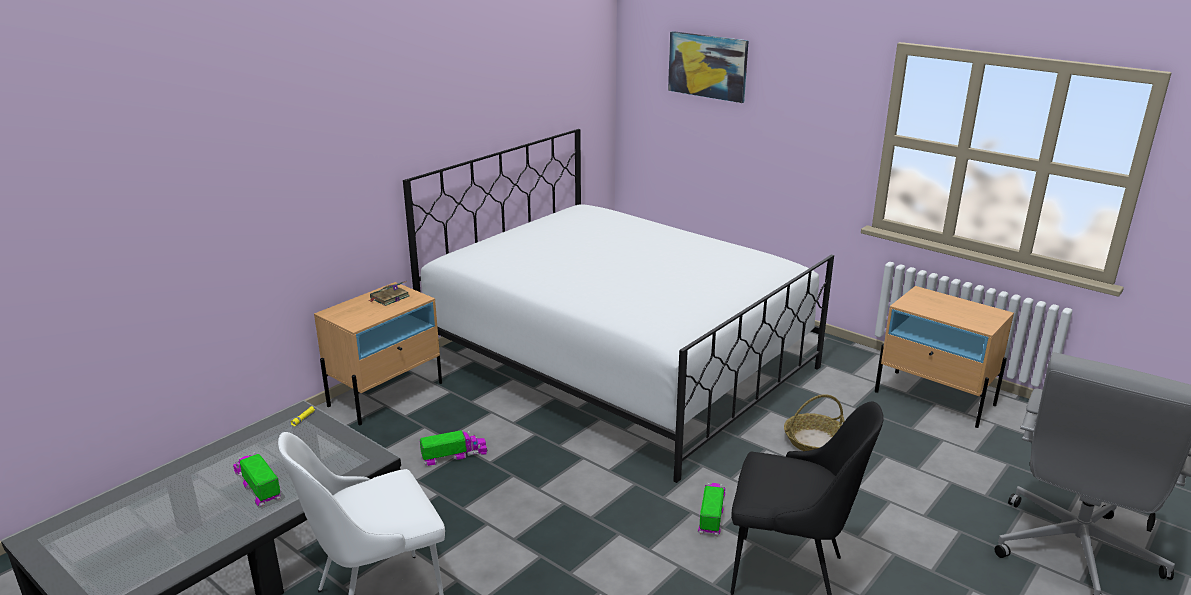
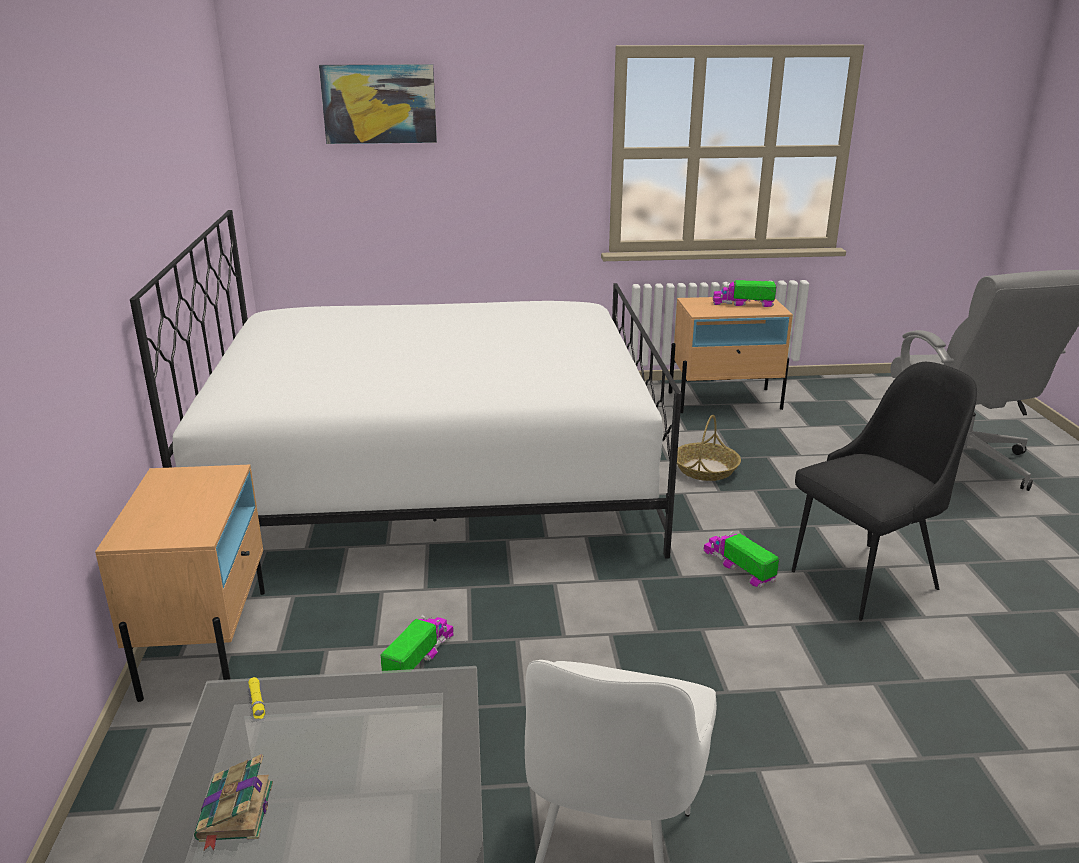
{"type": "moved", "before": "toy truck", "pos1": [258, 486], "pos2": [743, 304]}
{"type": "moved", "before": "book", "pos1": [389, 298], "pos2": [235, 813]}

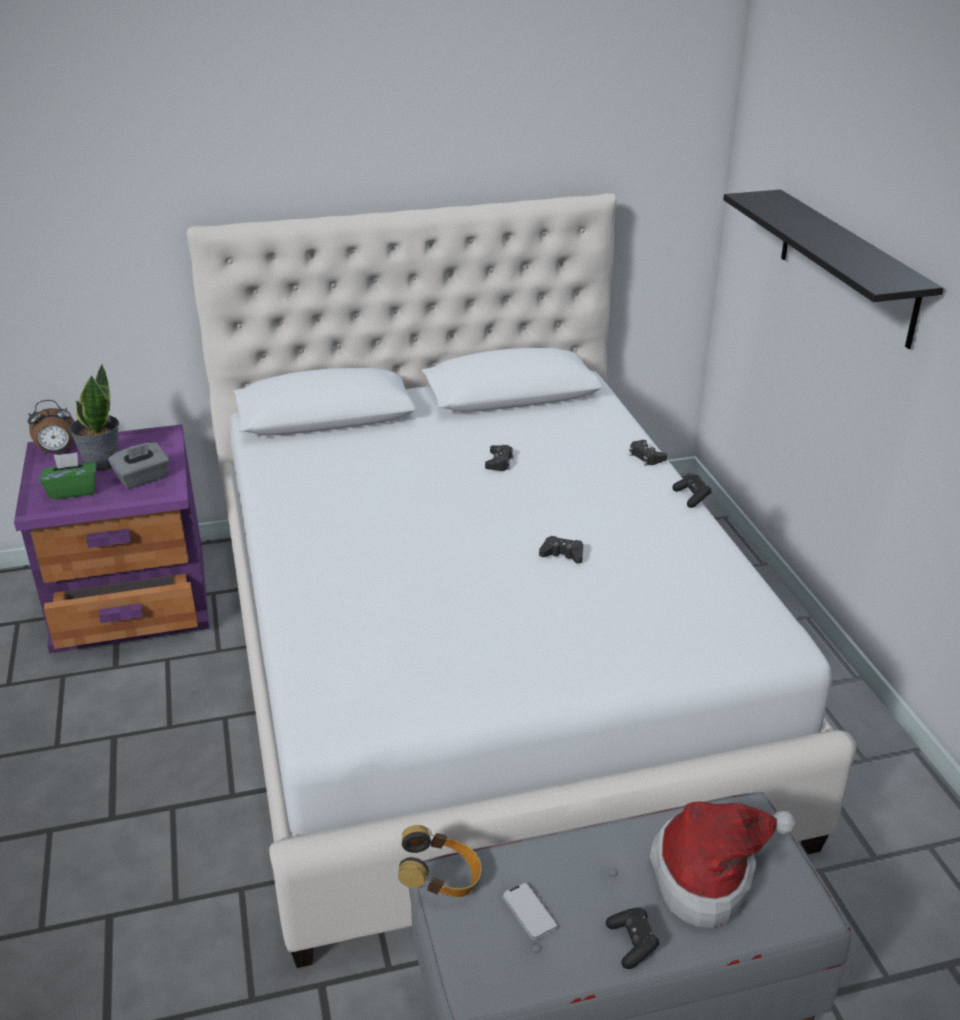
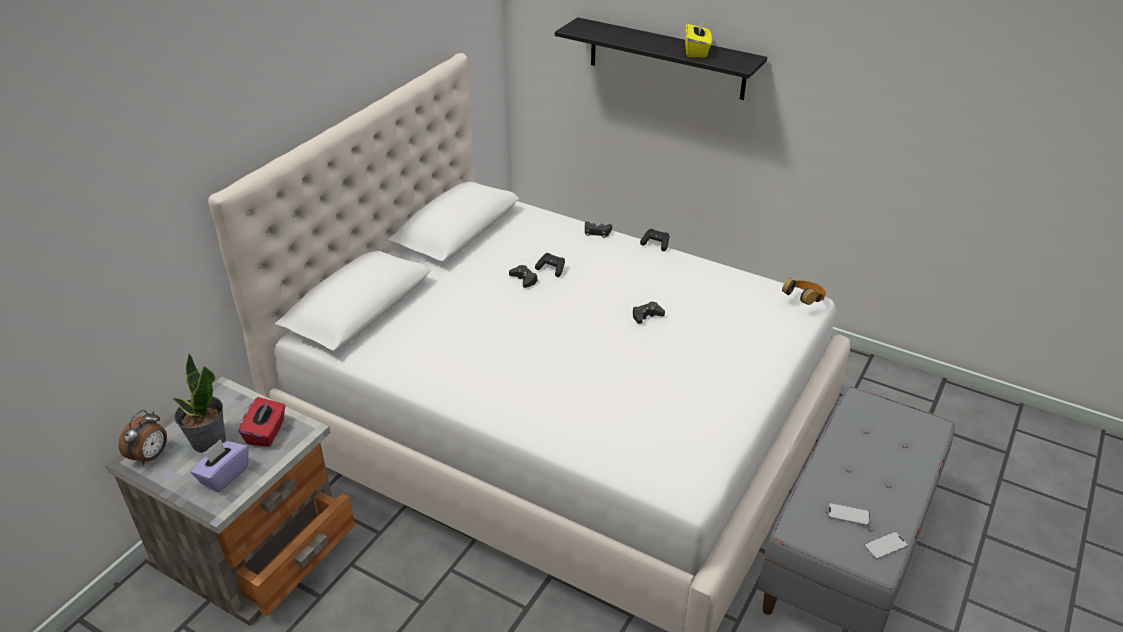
{"type": "recoloured", "before": "purple nightstand", "after": "grey nightstand", "pos1": [133, 601], "pos2": [258, 545]}
{"type": "recoloured", "before": "green tissue box", "after": "purple tissue box", "pos1": [73, 491], "pos2": [224, 475]}
{"type": "recoloured", "before": "grey tissue box", "after": "red tissue box", "pos1": [142, 479], "pos2": [266, 433]}
{"type": "moved", "before": "headphones", "pos1": [441, 880], "pos2": [804, 302]}
{"type": "moved", "before": "black game controller", "pos1": [632, 943], "pos2": [551, 269]}
{"type": "removed", "before": "hat", "pos1": [709, 876]}
{"type": "added", "after": "yellow tissue box", "pos2": [696, 51]}
{"type": "added", "after": "phone", "pos2": [885, 546]}

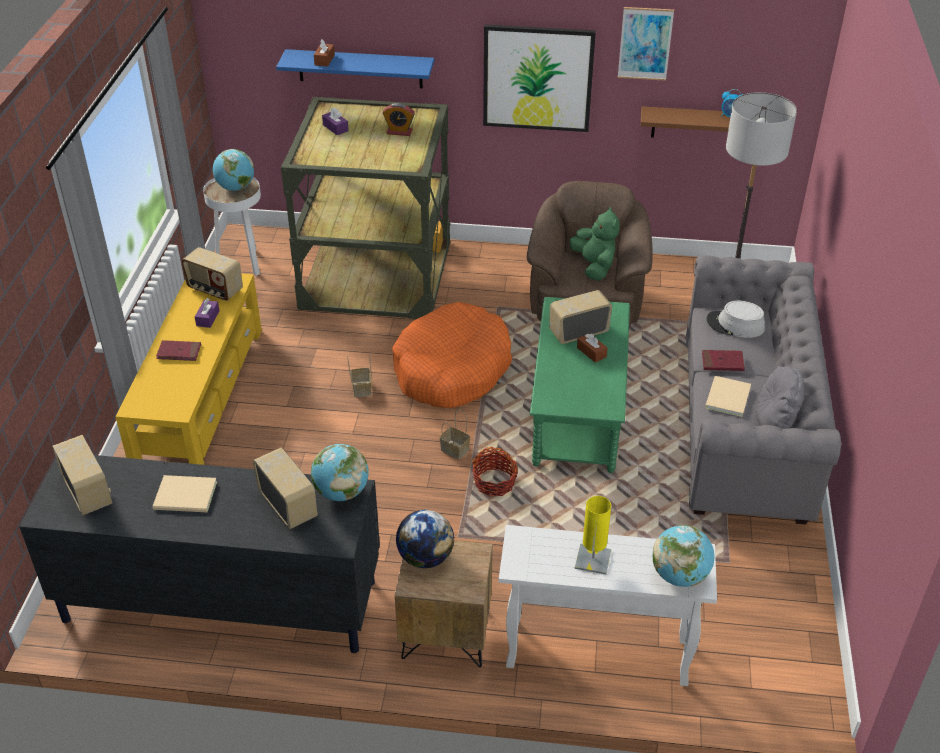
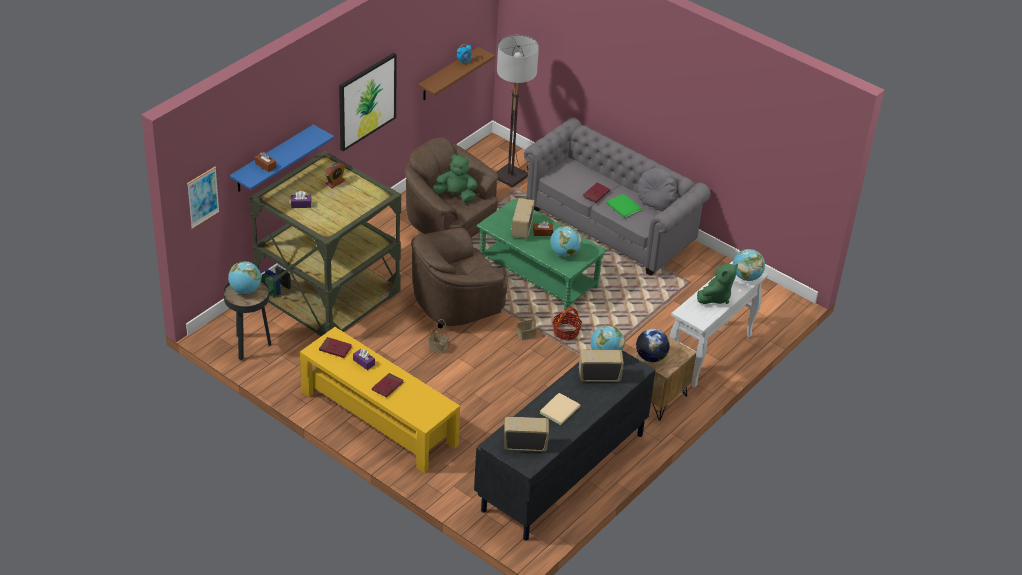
{"type": "replaced", "before": "radio", "after": "red book", "pos1": [214, 290], "pos2": [335, 349]}
{"type": "recoloured", "before": "white side table", "after": "black side table", "pos1": [243, 264], "pos2": [250, 346]}
{"type": "replaced", "before": "orange dog bed", "after": "brown armchair", "pos1": [452, 370], "pos2": [456, 304]}
{"type": "replaced", "before": "yellow table lamp", "after": "green plush toy", "pos1": [593, 559], "pos2": [715, 297]}
{"type": "moved", "before": "picture", "pos1": [645, 43], "pos2": [203, 197]}
{"type": "recoloured", "before": "beige book", "after": "green book", "pos1": [726, 398], "pos2": [623, 207]}
{"type": "removed", "before": "grey hat", "pos1": [735, 325]}
{"type": "added", "after": "globe", "pos2": [564, 253]}

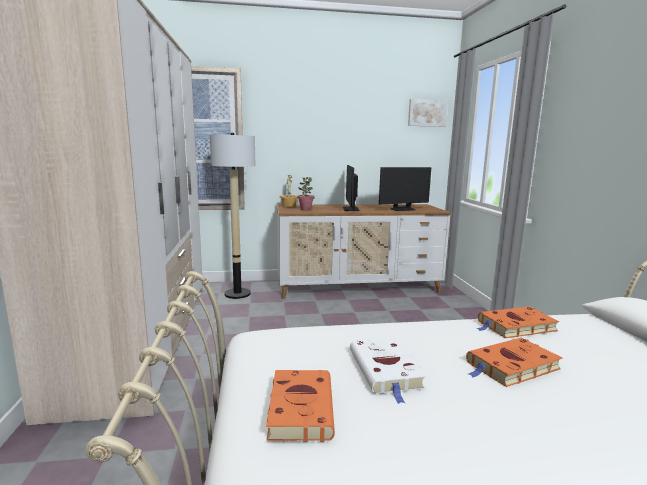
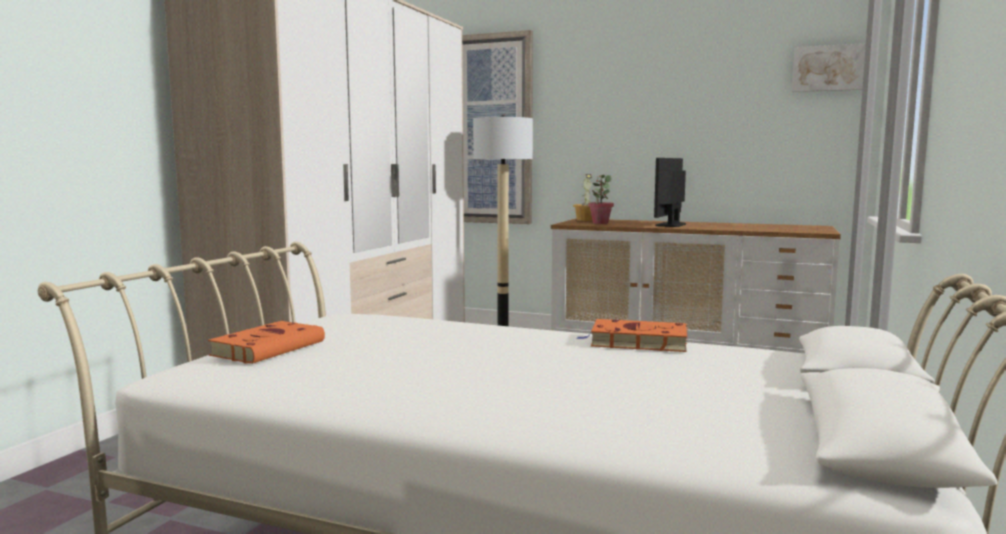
{"type": "removed", "before": "white book", "pos1": [386, 371]}
{"type": "removed", "before": "monitor", "pos1": [402, 209]}
{"type": "removed", "before": "orange book", "pos1": [511, 366]}

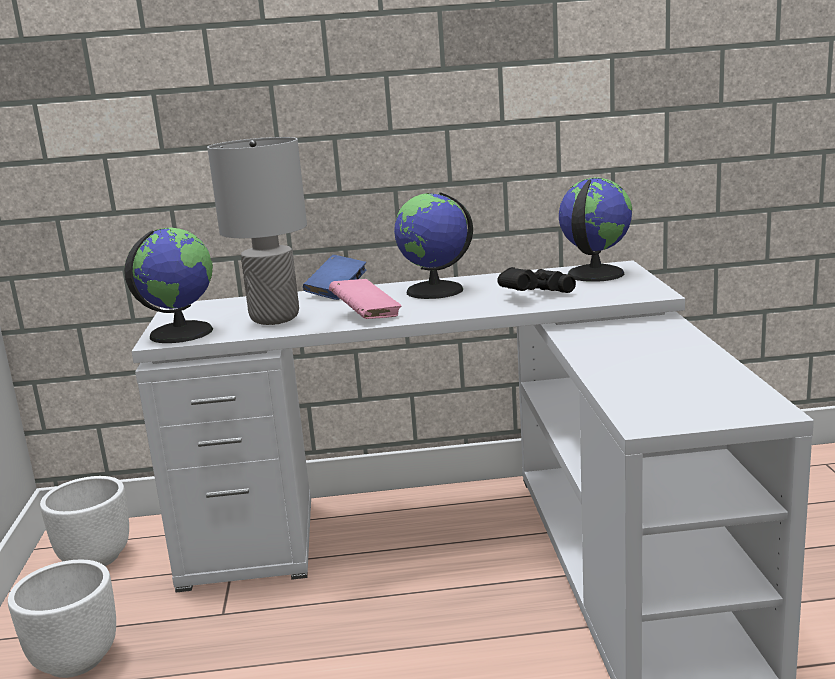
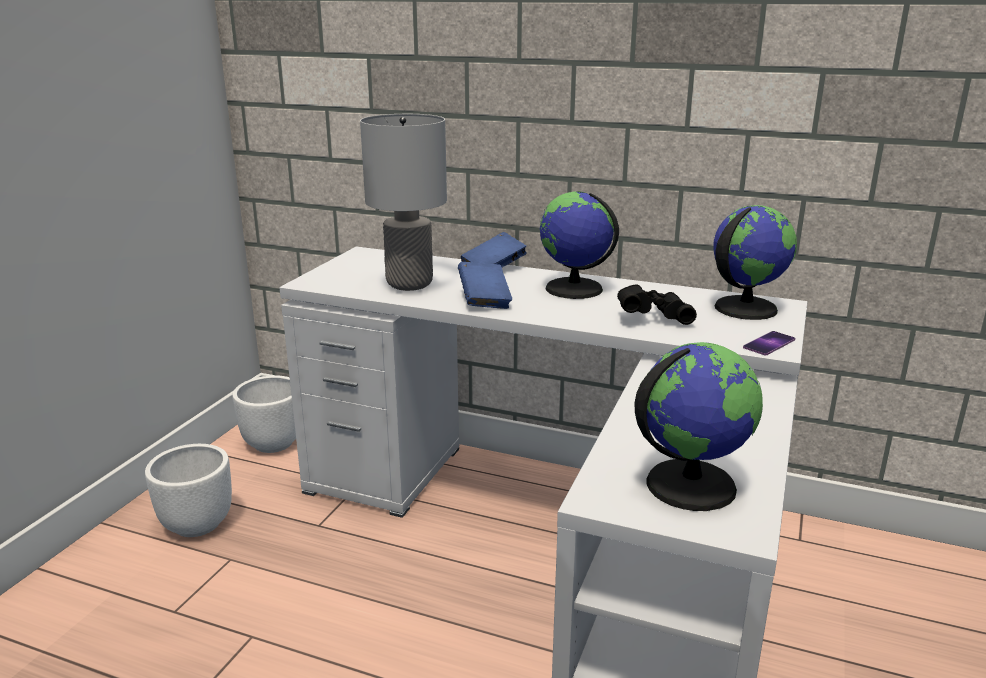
{"type": "moved", "before": "globe", "pos1": [180, 333], "pos2": [689, 484]}
{"type": "recoloured", "before": "pink book", "after": "blue book", "pos1": [366, 315], "pos2": [484, 300]}
{"type": "added", "after": "phone", "pos2": [769, 343]}

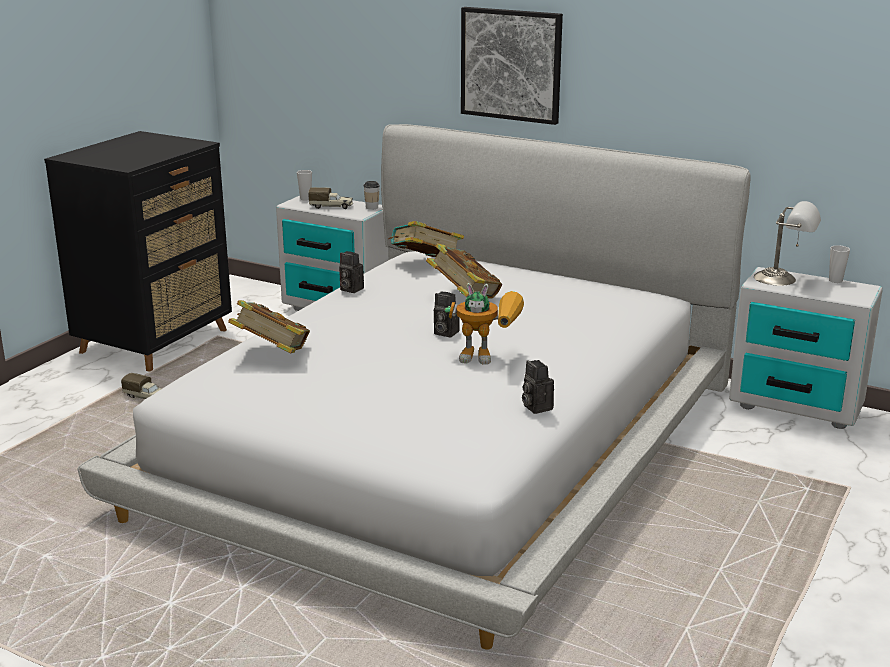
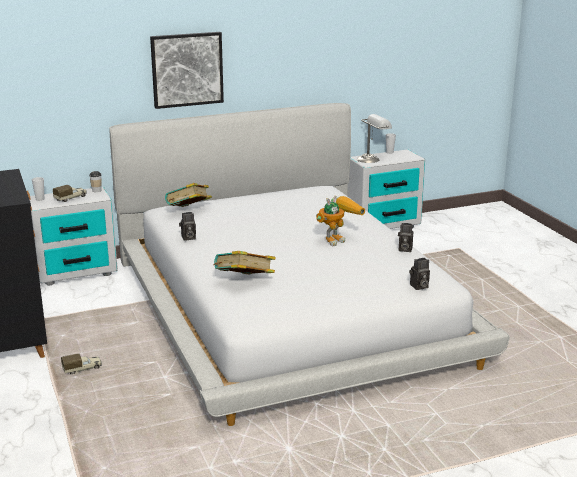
{"type": "removed", "before": "book", "pos1": [464, 298]}
{"type": "moved", "before": "photo camera", "pos1": [444, 333], "pos2": [418, 287]}

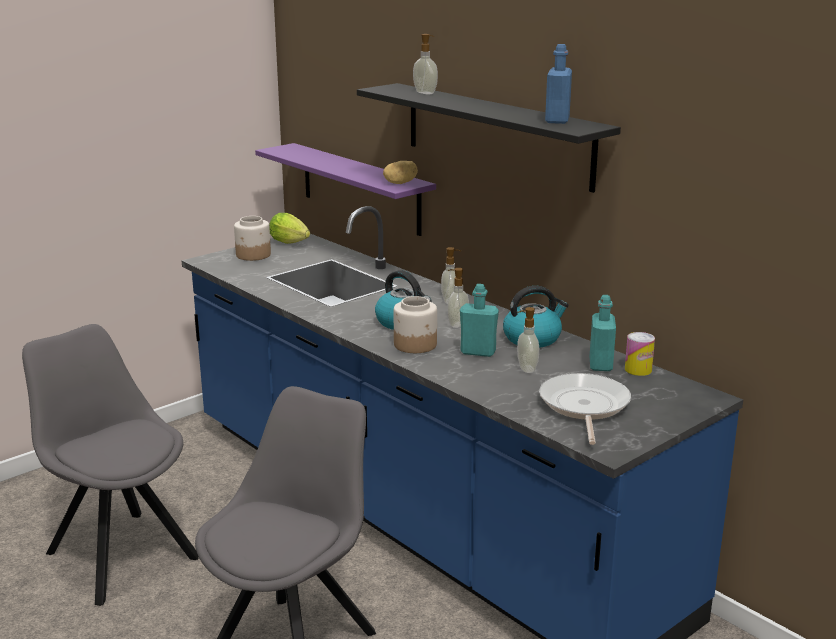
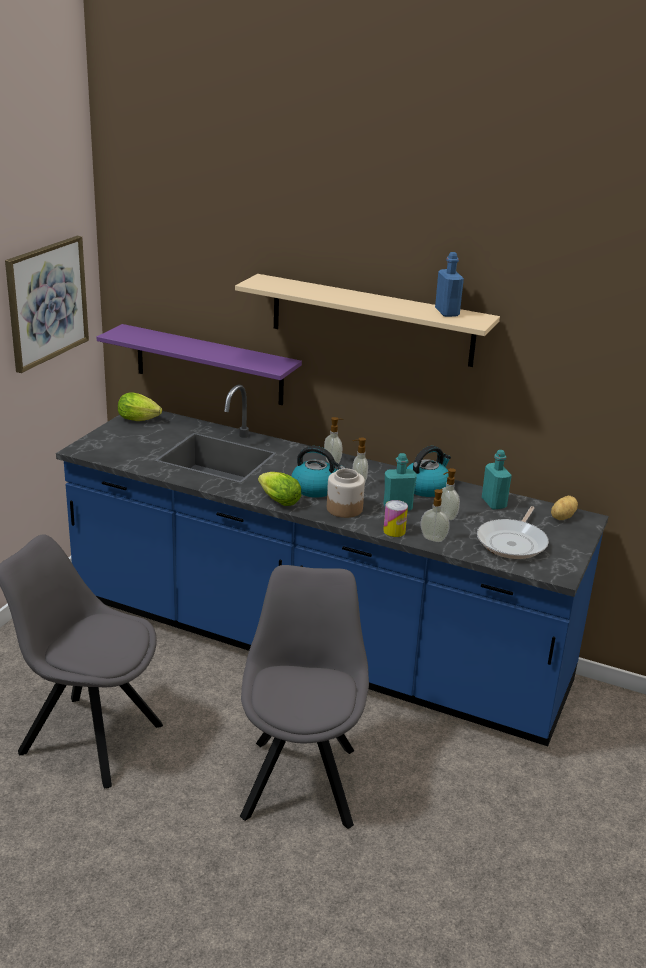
{"type": "removed", "before": "jar", "pos1": [253, 255]}
{"type": "recoloured", "before": "black shelf", "after": "beige shelf", "pos1": [497, 135], "pos2": [371, 320]}
{"type": "moved", "before": "potato", "pos1": [400, 183], "pos2": [561, 517]}
{"type": "moved", "before": "soap dispenser", "pos1": [426, 93], "pos2": [433, 538]}
{"type": "turned", "before": "frying pan", "pos1": [584, 406], "pos2": [513, 542], "turn": -135}
{"type": "moved", "before": "can", "pos1": [638, 370], "pos2": [394, 531]}
{"type": "added", "after": "picture", "pos2": [47, 302]}
{"type": "added", "after": "lettuce", "pos2": [277, 500]}

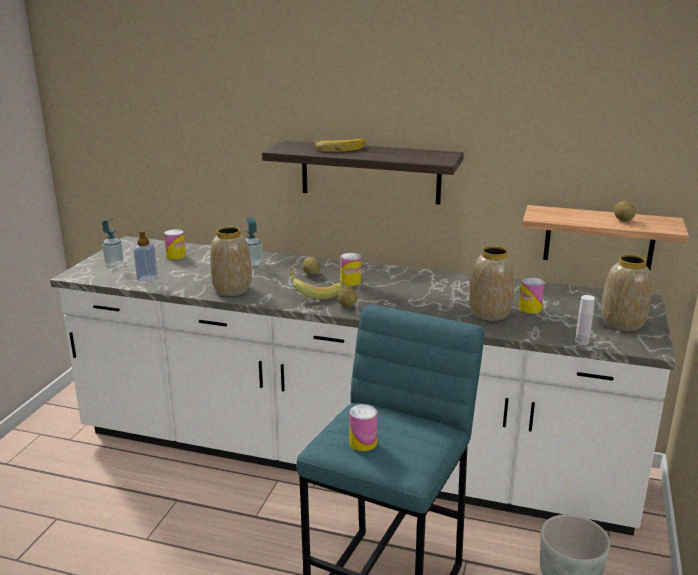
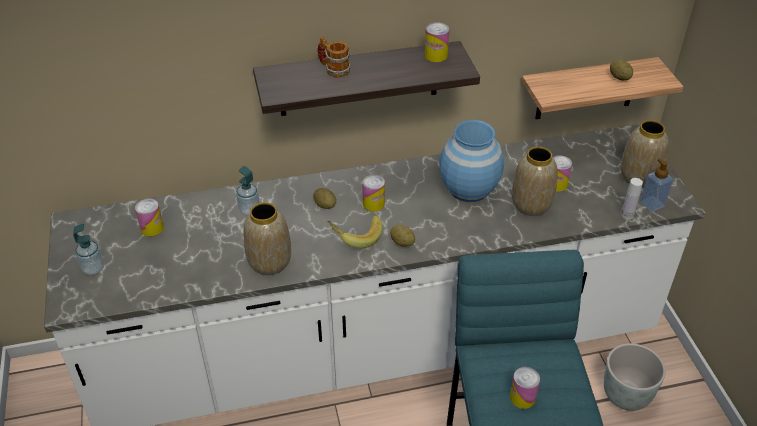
{"type": "moved", "before": "soap dispenser", "pos1": [147, 278], "pos2": [652, 204]}
{"type": "replaced", "before": "banana", "after": "mug", "pos1": [339, 148], "pos2": [333, 69]}
{"type": "added", "after": "can", "pos2": [436, 55]}
{"type": "added", "after": "blue vase", "pos2": [468, 189]}

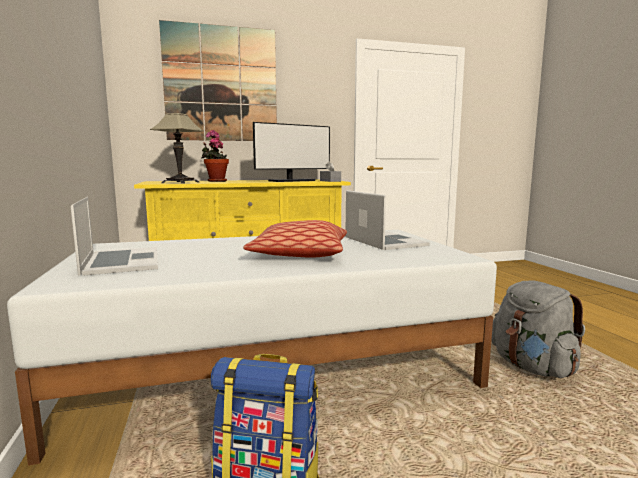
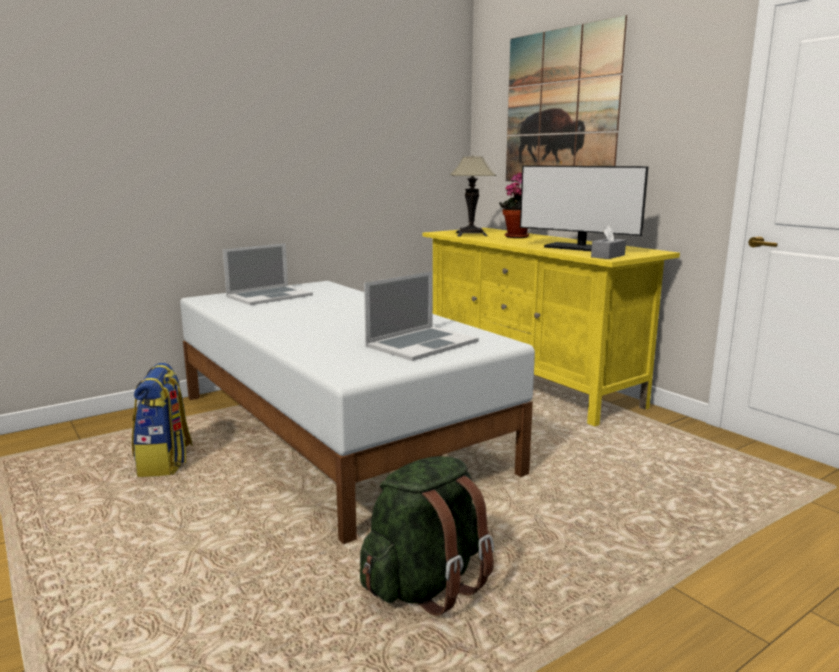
{"type": "removed", "before": "pillow", "pos1": [299, 254]}
{"type": "recoloured", "before": "grey backpack", "after": "green backpack", "pos1": [532, 367], "pos2": [426, 584]}

